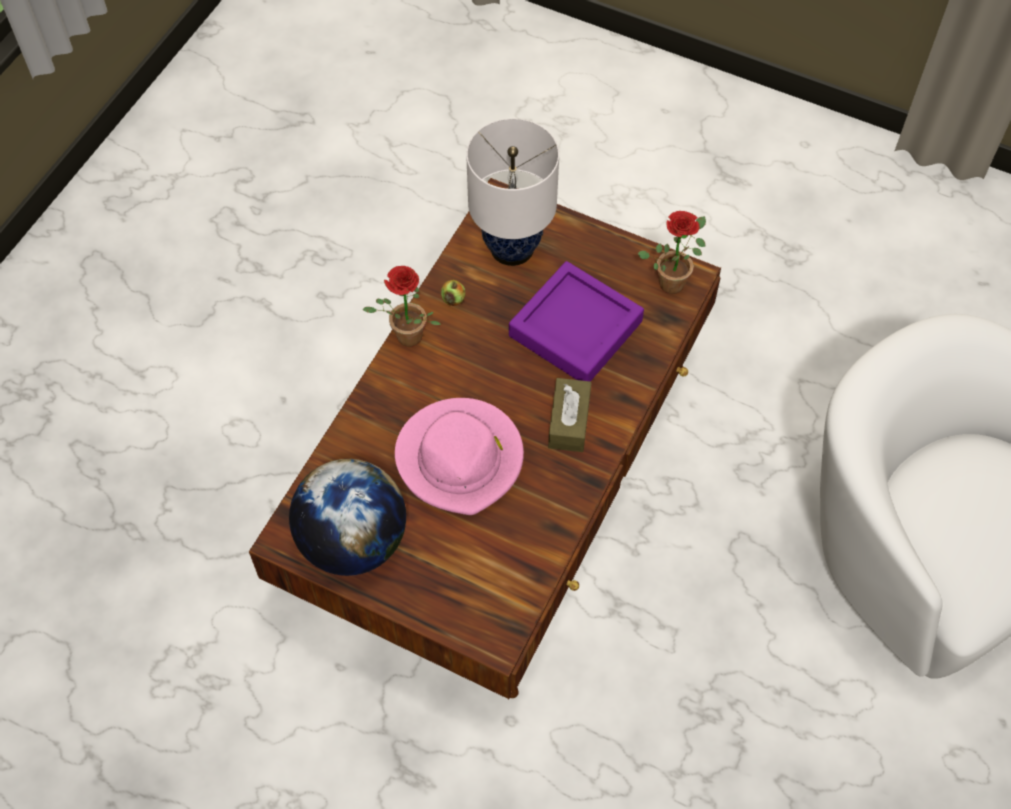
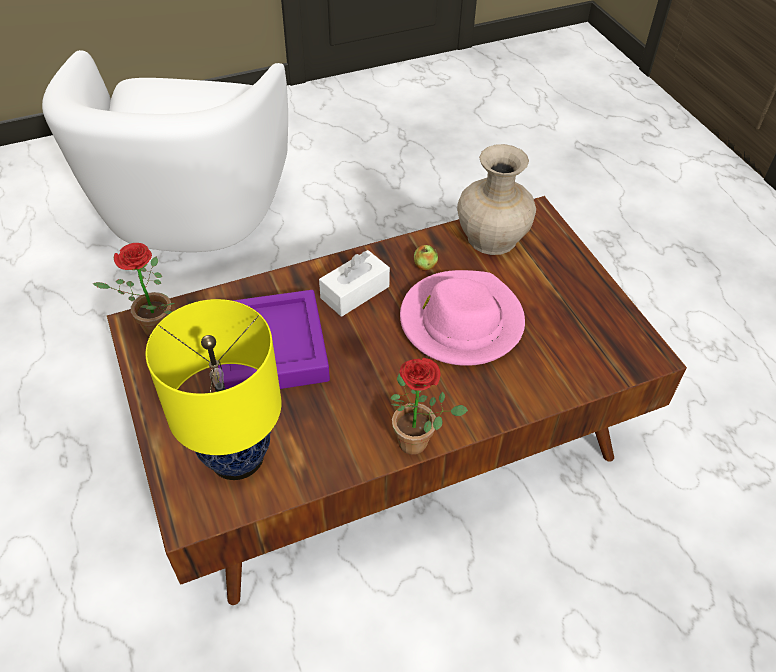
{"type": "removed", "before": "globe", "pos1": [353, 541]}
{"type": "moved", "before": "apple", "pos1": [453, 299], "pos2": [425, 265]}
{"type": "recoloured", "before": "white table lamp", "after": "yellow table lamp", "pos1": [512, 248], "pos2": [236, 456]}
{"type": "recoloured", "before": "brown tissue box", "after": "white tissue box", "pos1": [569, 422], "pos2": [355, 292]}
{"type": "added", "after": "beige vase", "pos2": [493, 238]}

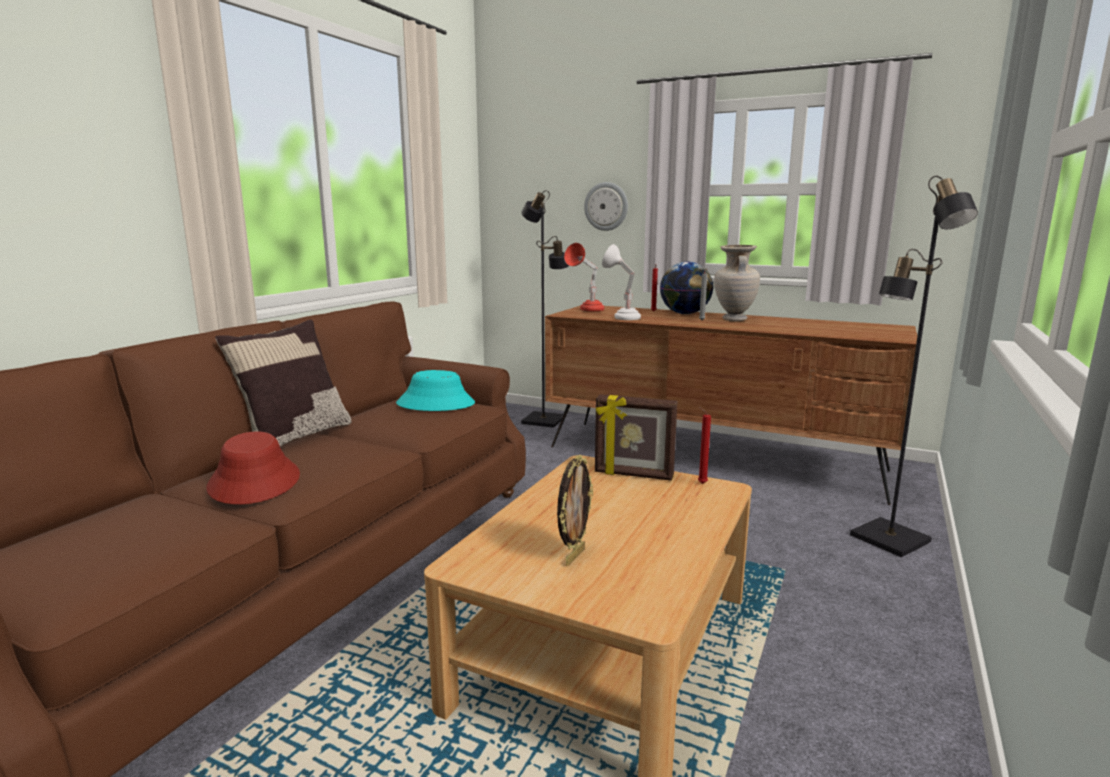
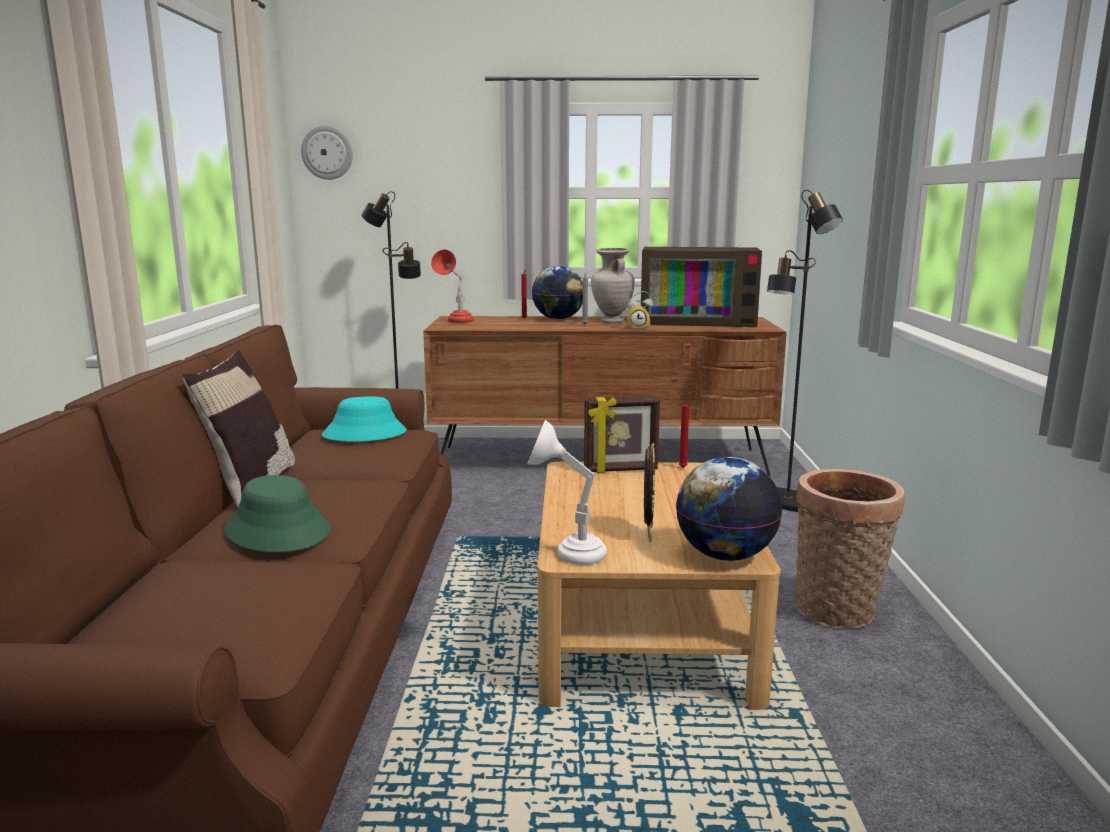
{"type": "recoloured", "before": "red hat", "after": "green hat", "pos1": [255, 482], "pos2": [278, 530]}
{"type": "moved", "before": "wall clock", "pos1": [606, 206], "pos2": [327, 152]}
{"type": "moved", "before": "white table lamp", "pos1": [621, 317], "pos2": [567, 553]}
{"type": "added", "after": "alarm clock", "pos2": [639, 328]}
{"type": "added", "after": "television", "pos2": [698, 321]}
{"type": "added", "after": "globe", "pos2": [725, 555]}
{"type": "added", "after": "basket", "pos2": [838, 613]}

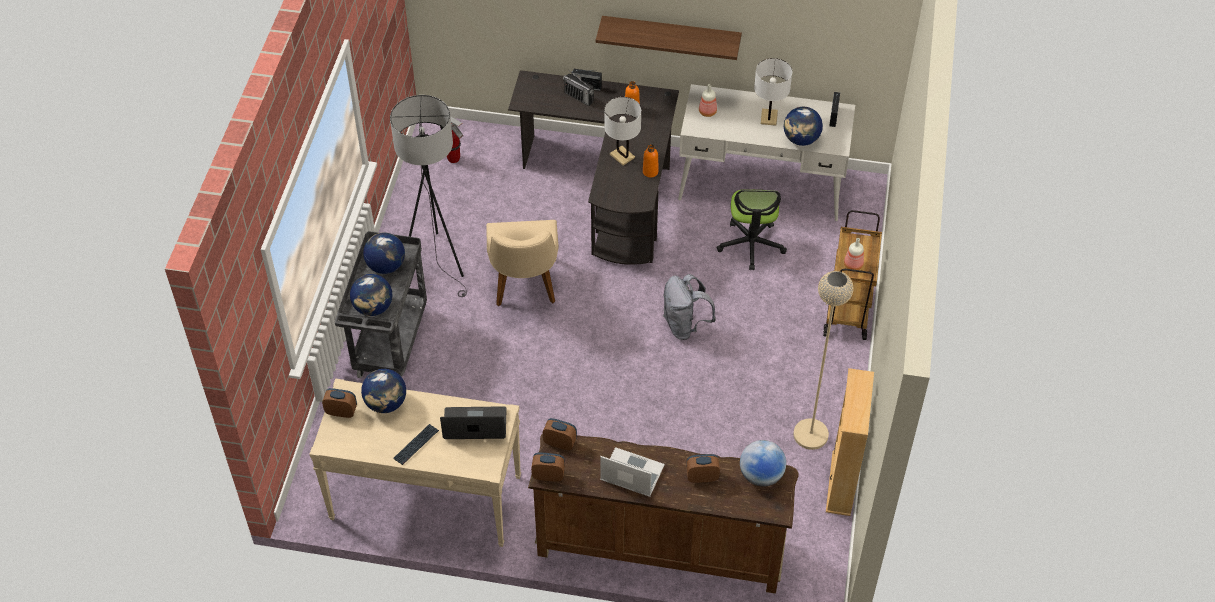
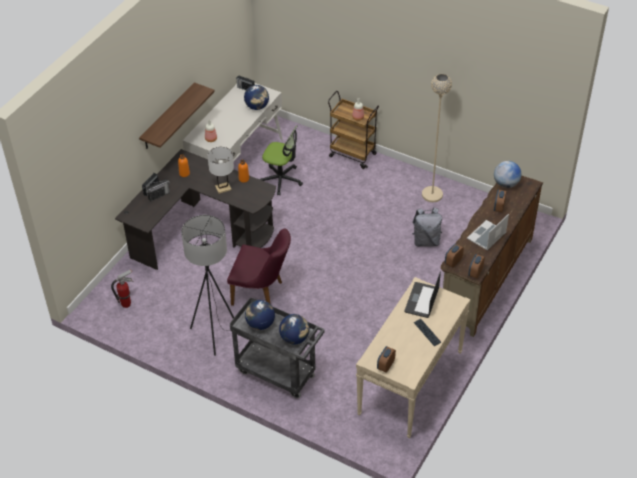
{"type": "removed", "before": "globe", "pos1": [386, 403]}
{"type": "recoloured", "before": "beige chair", "after": "purple chair", "pos1": [524, 288], "pos2": [262, 293]}
{"type": "moved", "before": "grey backpack", "pos1": [685, 325], "pos2": [426, 241]}
{"type": "removed", "before": "white table lamp", "pos1": [769, 117]}
{"type": "removed", "before": "beige bookcase", "pos1": [841, 483]}

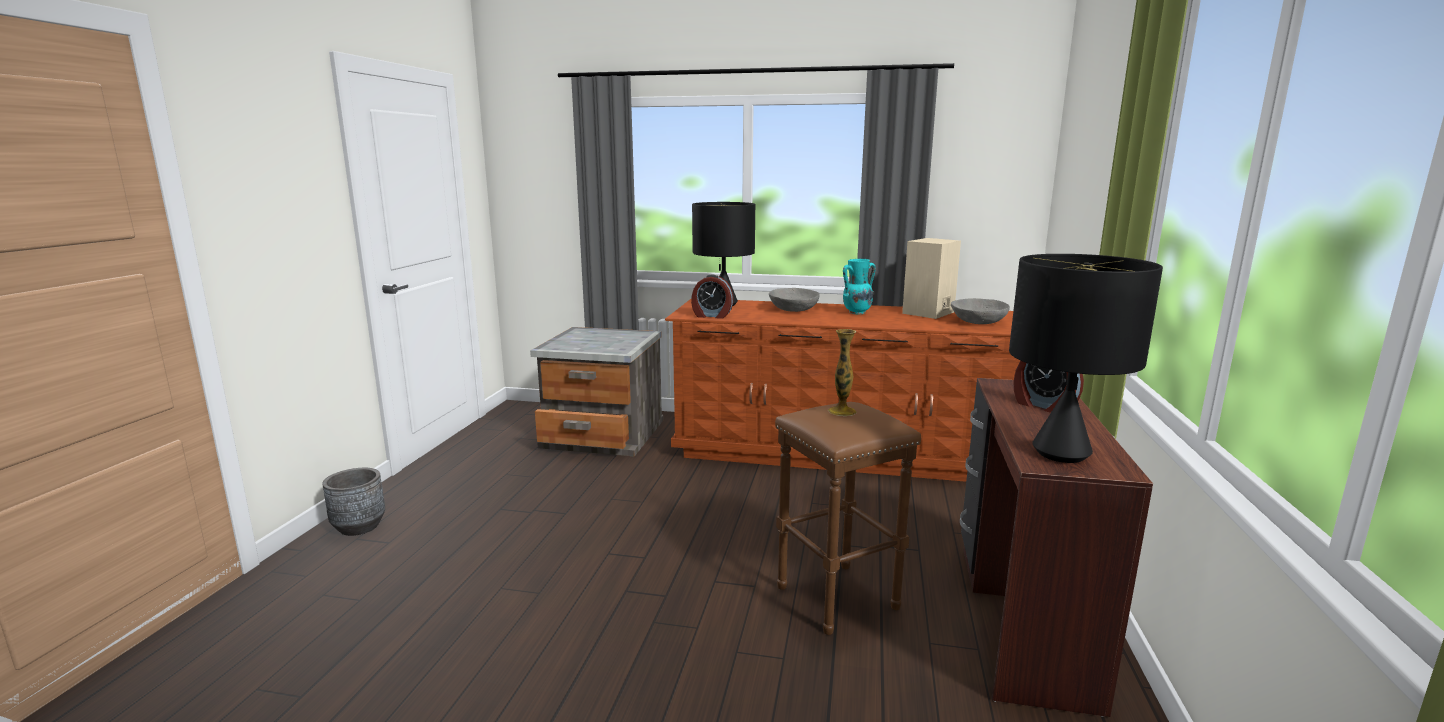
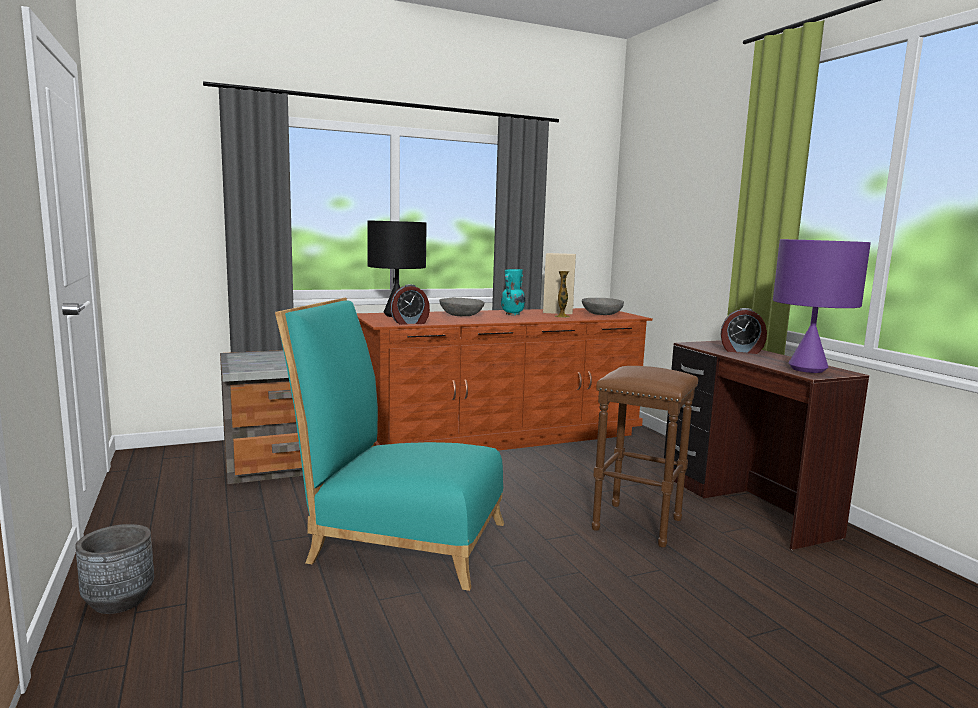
{"type": "moved", "before": "vase", "pos1": [842, 411], "pos2": [562, 316]}
{"type": "recoloured", "before": "black table lamp", "after": "purple table lamp", "pos1": [1061, 454], "pos2": [807, 370]}
{"type": "added", "after": "turquoise chair", "pos2": [398, 539]}

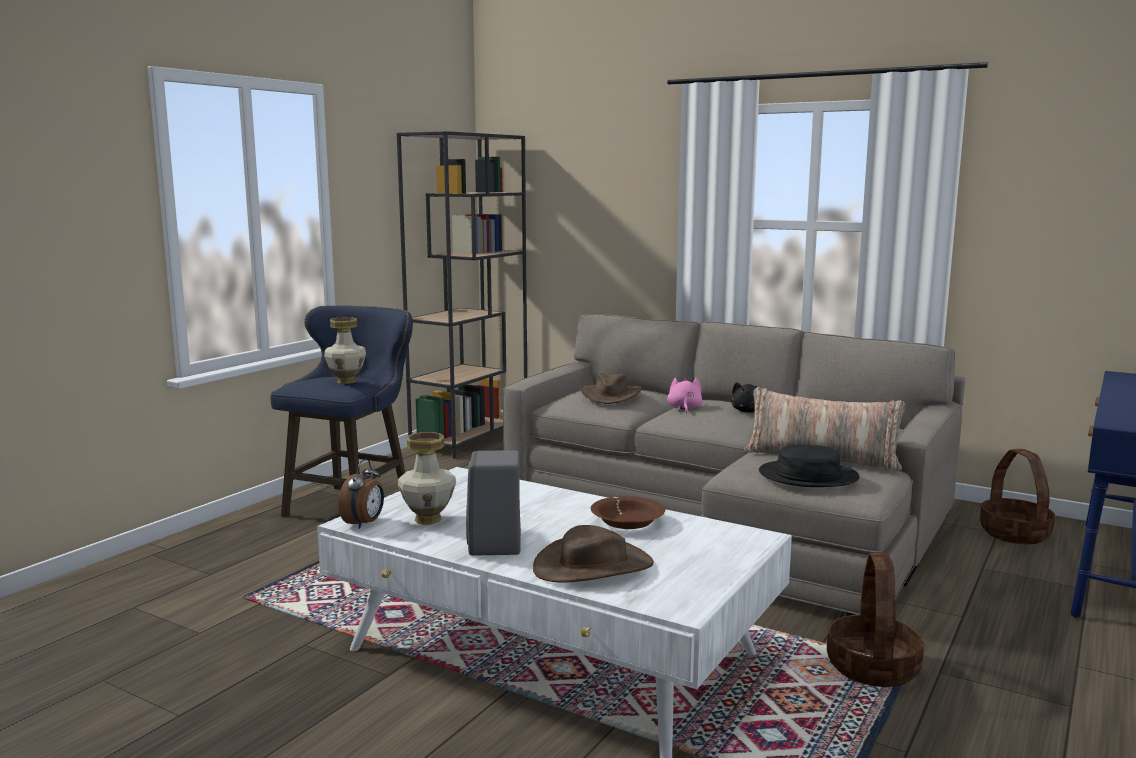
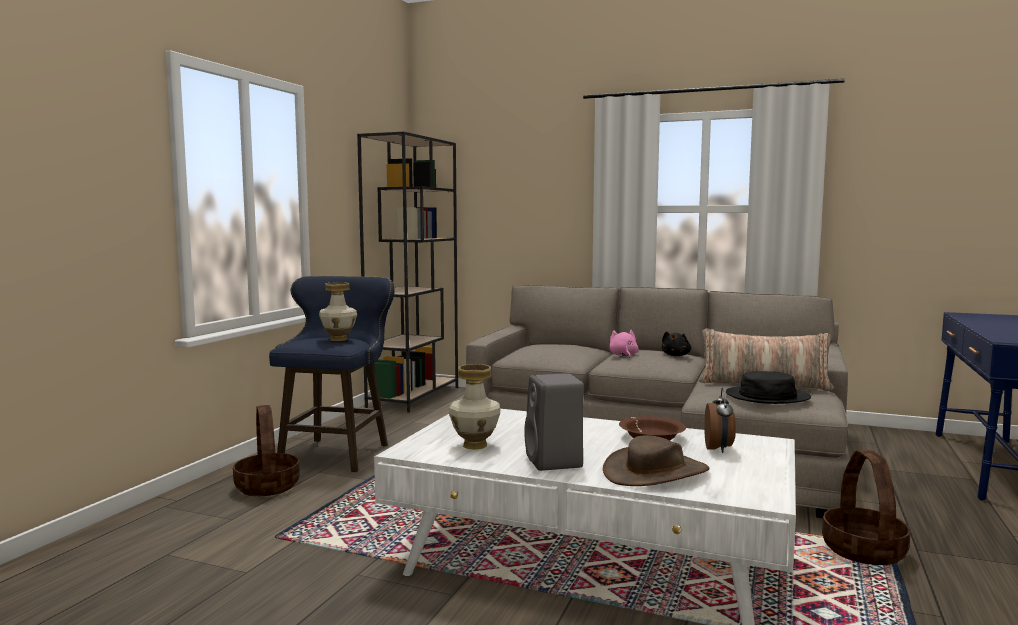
{"type": "moved", "before": "alarm clock", "pos1": [364, 523], "pos2": [719, 449]}
{"type": "removed", "before": "brown hat", "pos1": [610, 395]}
{"type": "moved", "before": "basket", "pos1": [1015, 534], "pos2": [268, 486]}

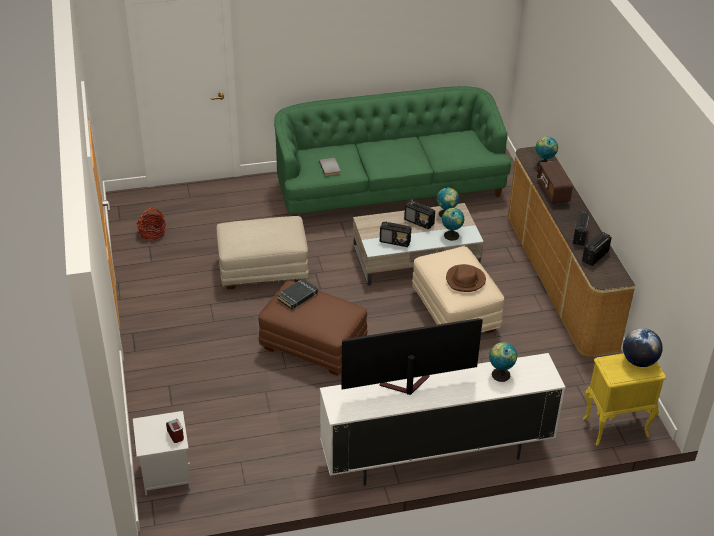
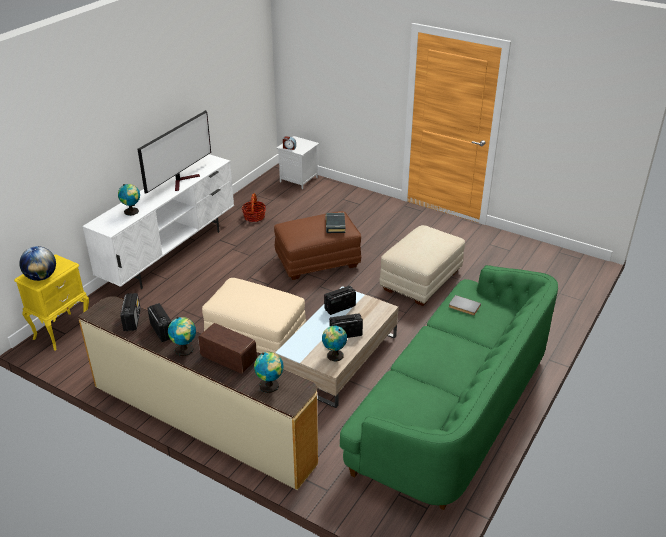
{"type": "moved", "before": "basket", "pos1": [152, 233], "pos2": [254, 217]}
{"type": "moved", "before": "globe", "pos1": [451, 235], "pos2": [185, 350]}
{"type": "removed", "before": "brown hat", "pos1": [465, 280]}

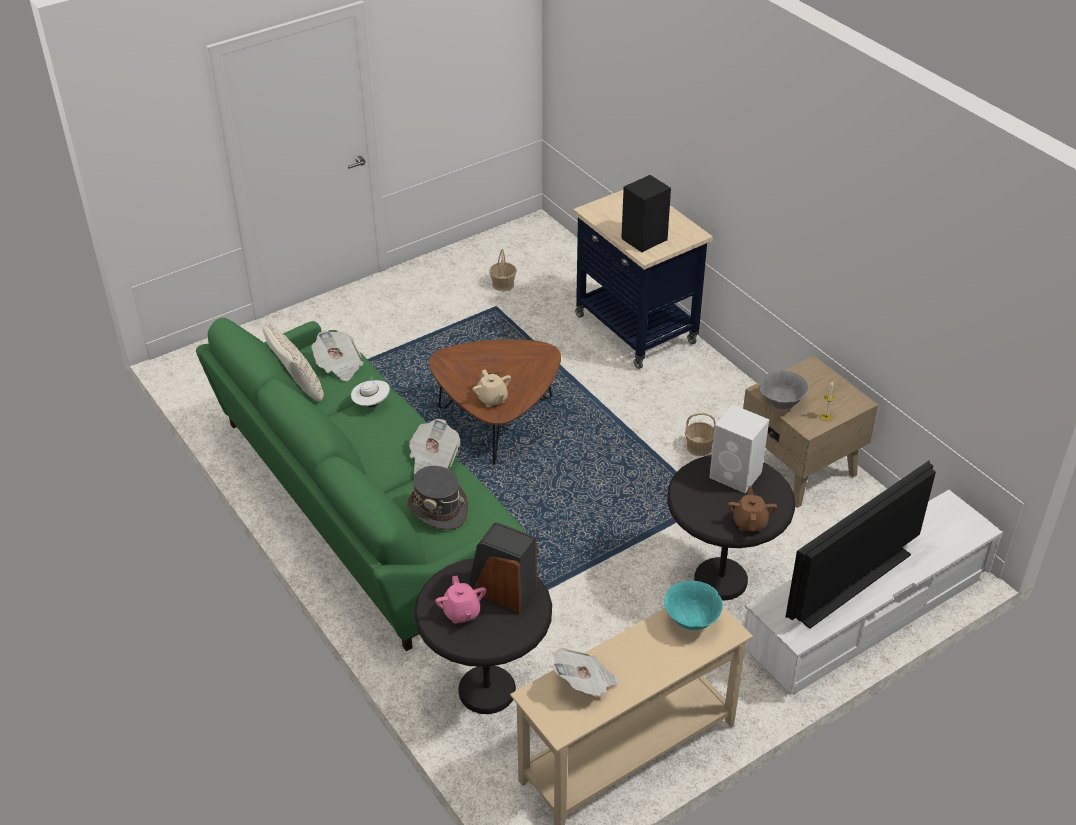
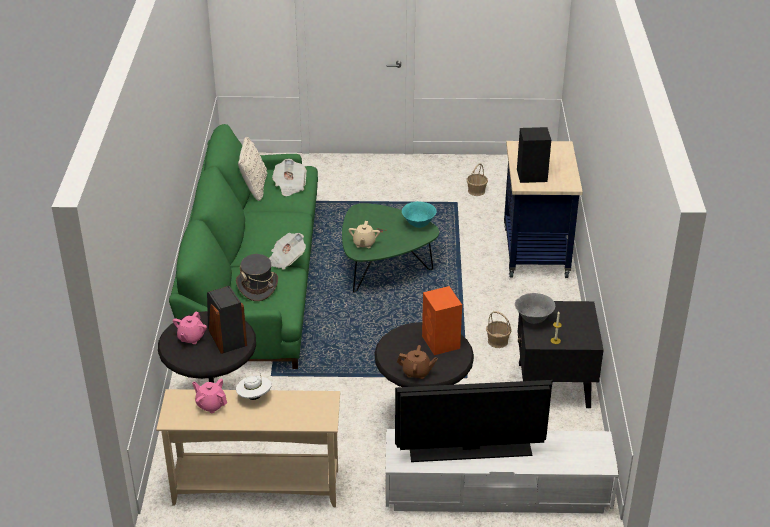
{"type": "moved", "before": "white hat", "pos1": [371, 404], "pos2": [254, 397]}
{"type": "recoloured", "before": "brown coffee table", "after": "green coffee table", "pos1": [497, 421], "pos2": [383, 269]}
{"type": "replaced", "before": "newspaper", "after": "pink teapot", "pos1": [585, 683], "pos2": [211, 405]}
{"type": "moved", "before": "turquoise bowl", "pos1": [691, 621], "pos2": [418, 224]}
{"type": "recoloured", "before": "white speaker", "after": "orange speaker", "pos1": [736, 475], "pos2": [441, 343]}
{"type": "turned", "before": "brown teapot", "pos1": [750, 522], "pos2": [416, 372], "turn": 60}
{"type": "recoloured", "before": "beige nightstand", "after": "black nightstand", "pos1": [800, 468], "pos2": [554, 385]}

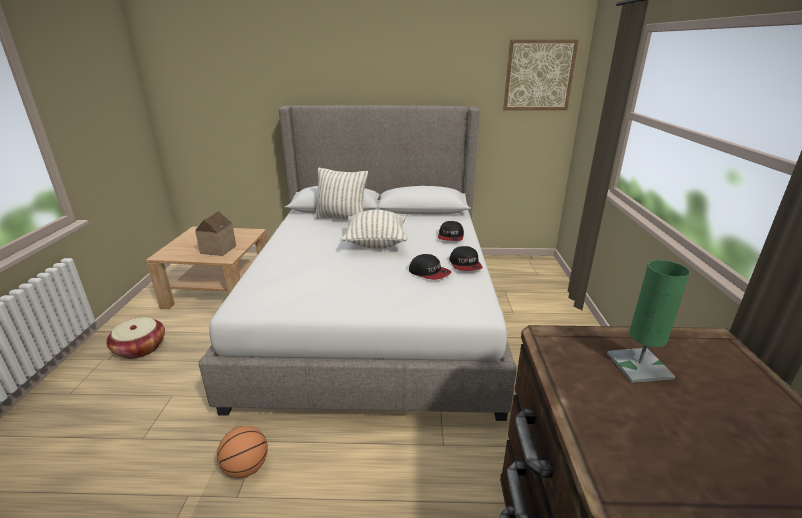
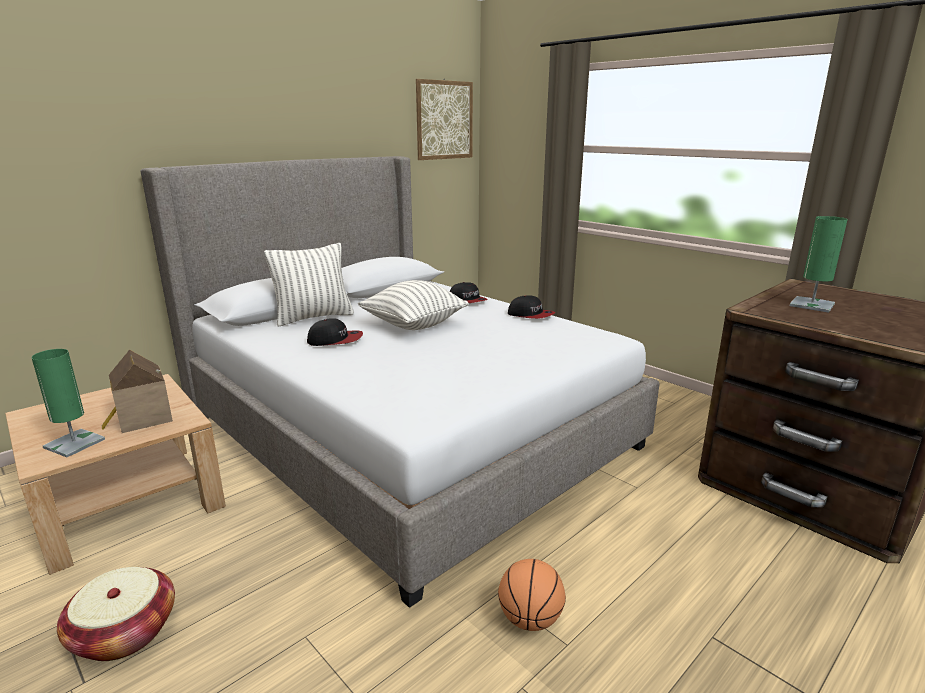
{"type": "moved", "before": "cap", "pos1": [429, 272], "pos2": [335, 340]}
{"type": "added", "after": "green table lamp", "pos2": [74, 443]}

